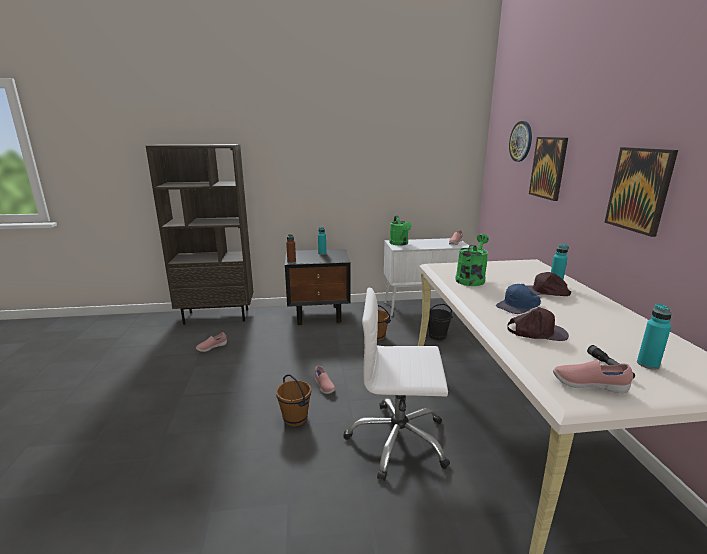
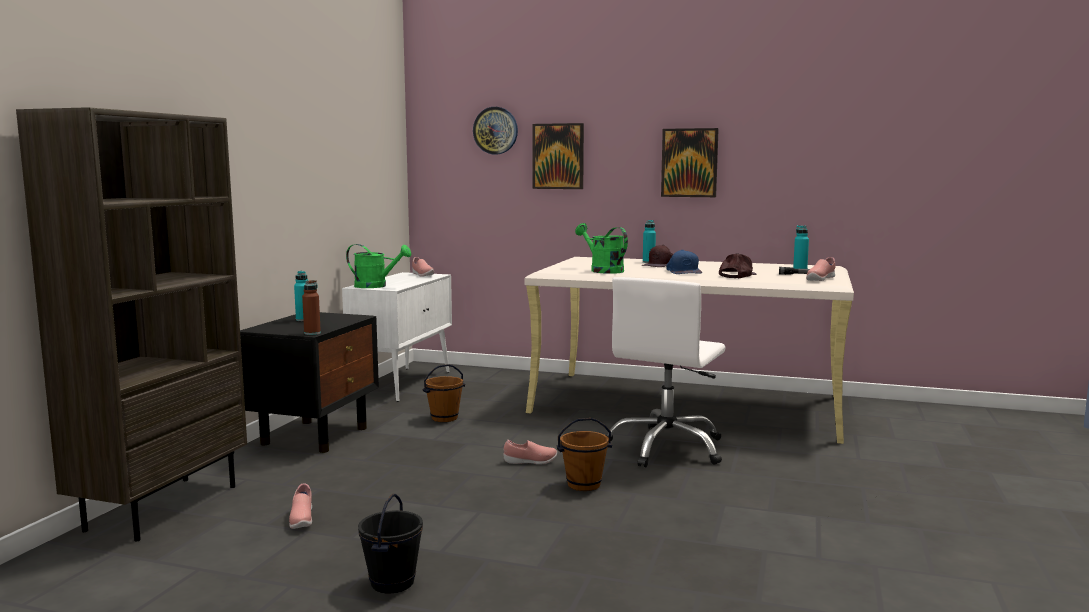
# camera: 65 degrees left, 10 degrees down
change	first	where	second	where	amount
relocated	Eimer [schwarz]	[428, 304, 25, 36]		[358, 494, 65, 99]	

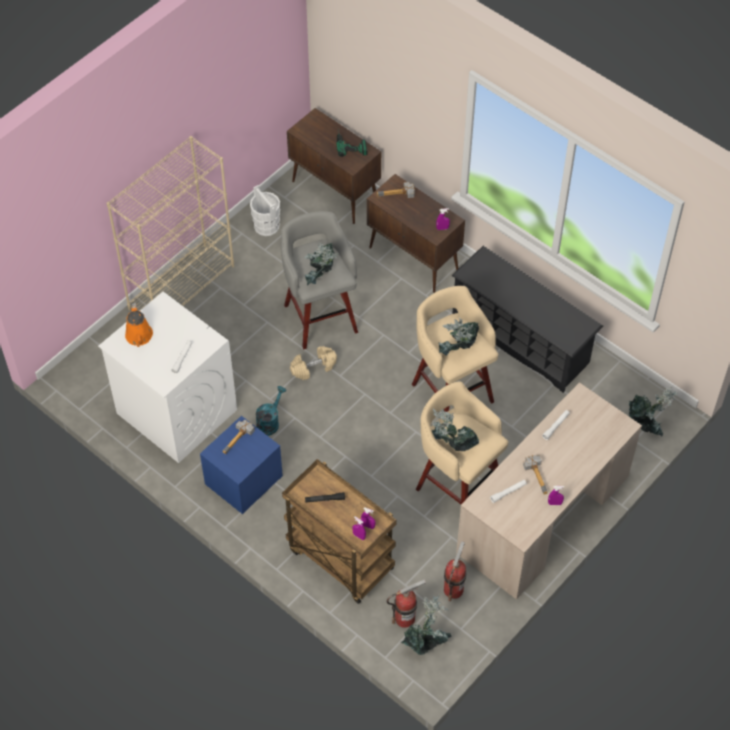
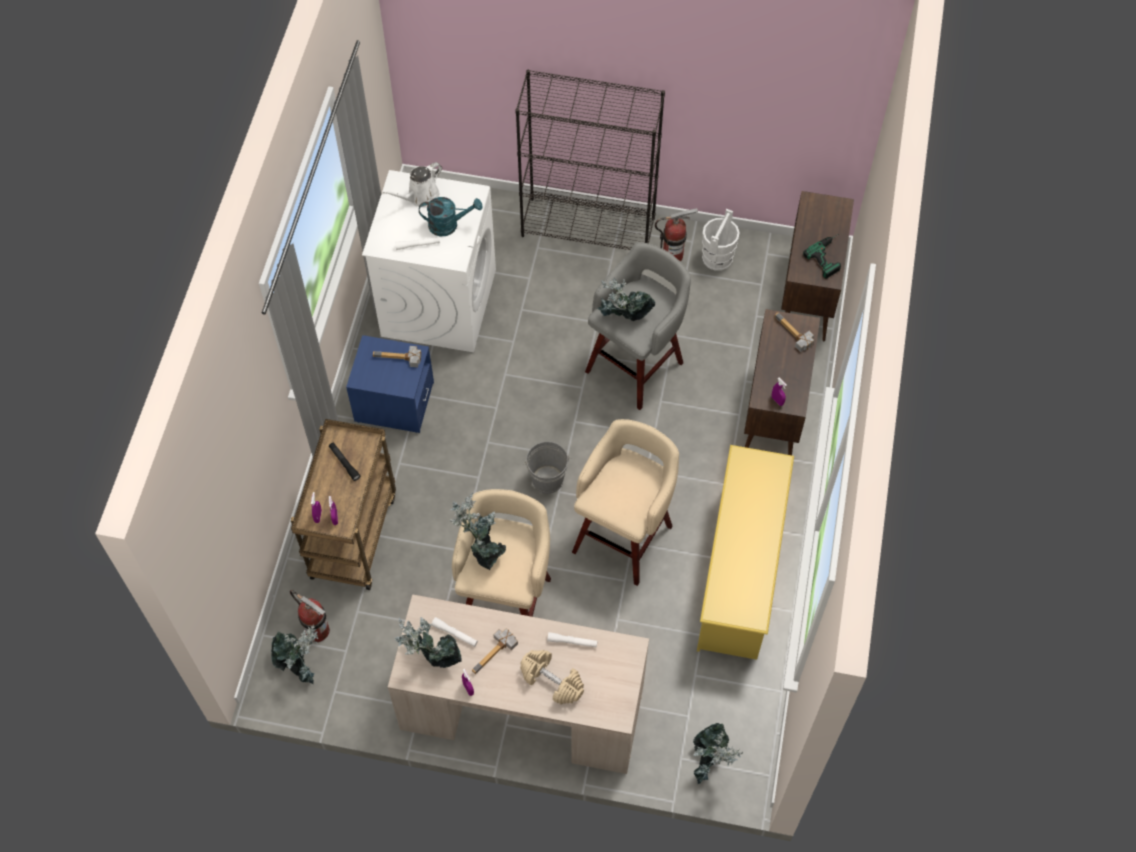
# camera: 60 degrees right, 5 degrees up
change	first	where	second	where	amount
appeared			Eimer [grau]	[524, 441, 47, 53]	
relocated	Gießkanne [türkis]	[256, 386, 31, 50]		[419, 197, 64, 39]	
relocated	Hantel [beige]	[290, 346, 47, 34]		[520, 650, 64, 54]	
relocated	Topfpflanze	[439, 317, 40, 39]		[395, 617, 67, 51]	
relocated	Feuerlöscher	[444, 541, 22, 60]		[655, 208, 43, 54]	
colour	Bücherregal [beige]	[107, 136, 127, 175]	Bücherregal [schwarz]	[515, 70, 150, 180]	
colour	Gießkanne [orange]	[125, 303, 28, 44]	Gießkanne [weiß]	[382, 162, 60, 45]	
colour	Schuhregal [schwarz]	[451, 246, 152, 147]	Schuhregal [gelb]	[697, 445, 97, 215]	

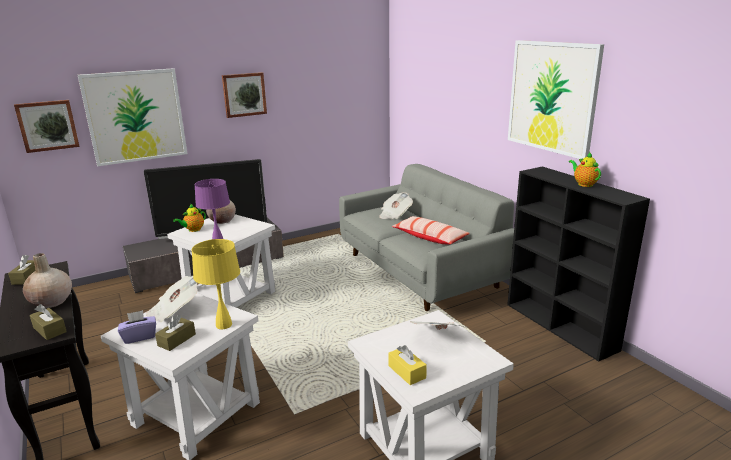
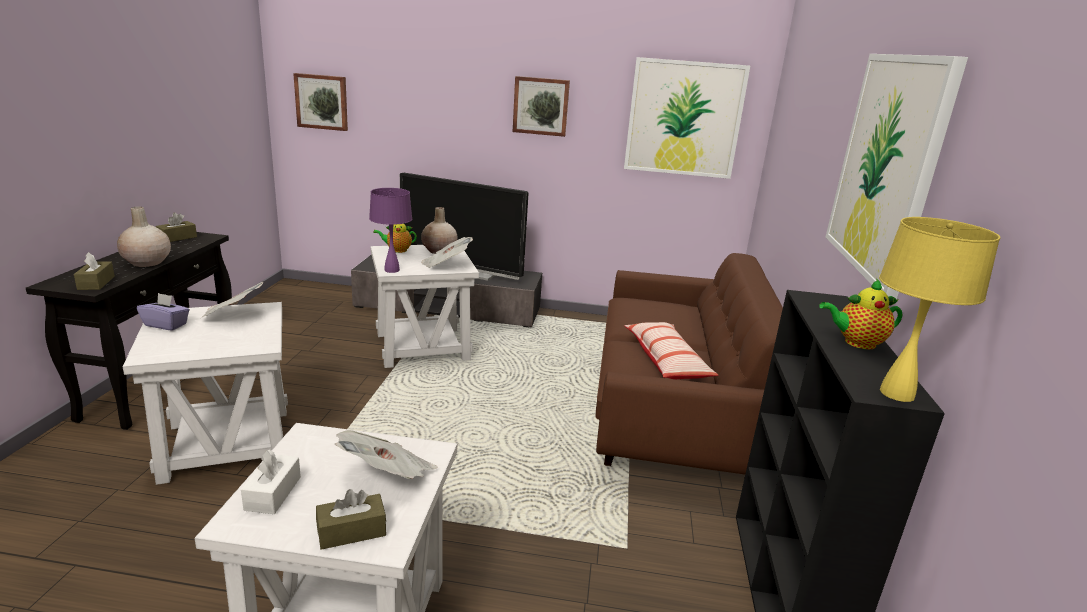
# camera: 35 degrees right, 0 degrees up
change	first	where	second	where	amount
relocated	Bild	[78, 68, 109, 98]		[624, 57, 126, 122]	
relocated	Taschentuchbox [braun]	[155, 315, 41, 36]		[316, 489, 70, 61]	
relocated	Tischlampe [gelb]	[191, 239, 49, 90]		[879, 217, 121, 185]	
relocated	Zeitung	[379, 192, 34, 27]		[421, 237, 52, 31]	
colour	Sofa [grau]	[339, 164, 175, 147]	Sofa [braun]	[596, 253, 187, 221]	
colour	Taschentuchbox [gelb]	[388, 345, 39, 40]	Taschentuchbox [weiß]	[241, 450, 60, 64]	
spun	Teekanne	[569, 152, 32, 35]		[819, 279, 83, 70]	105 degrees counterclockwise

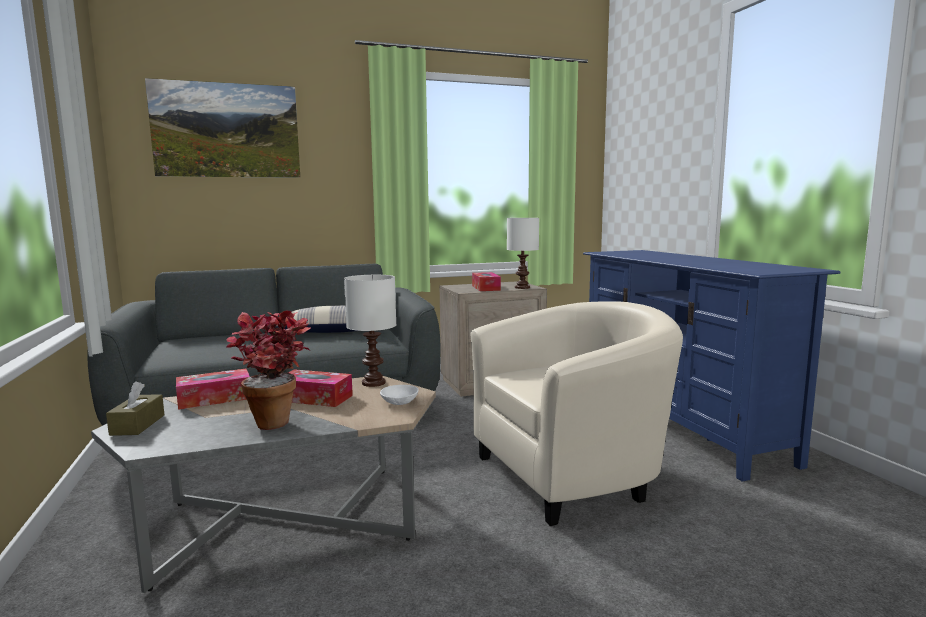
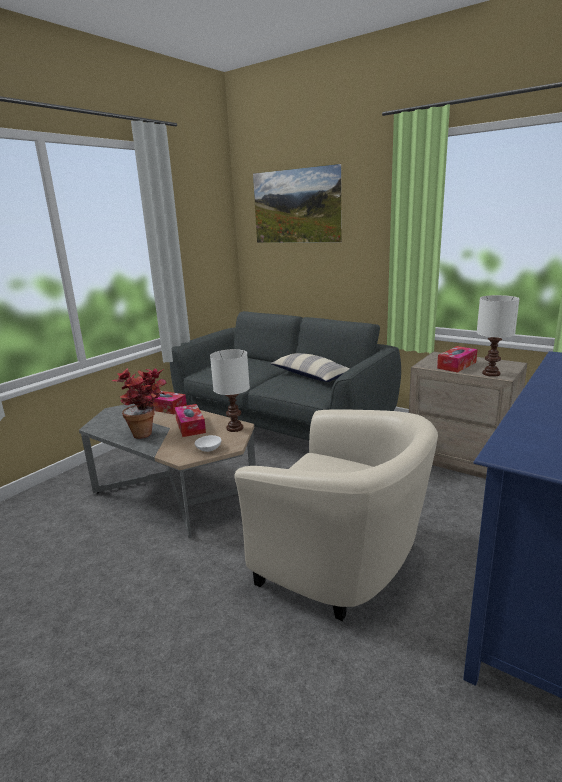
# camera: 55 degrees right, 10 degrees up
change	first	where	second	where	amount
missing	Taschentuchbox [braun]	[106, 381, 59, 55]			

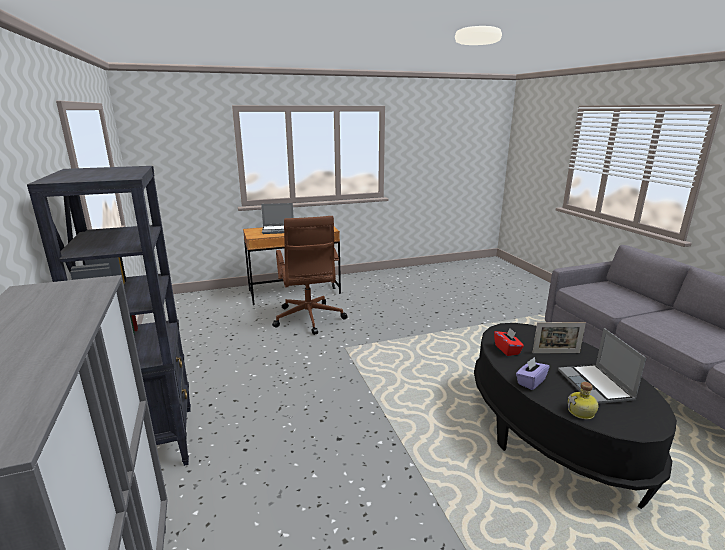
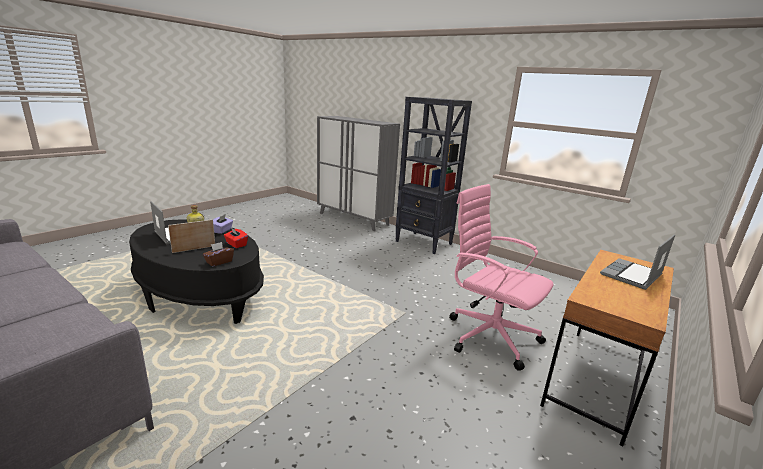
# camera: 145 degrees right, 0 degrees up
change	first	where	second	where	amount
appeared			Taschentuchbox [braun]	[203, 242, 31, 25]	
colour	Bürostuhl [braun]	[272, 216, 75, 119]	Bürostuhl [rosa]	[449, 184, 105, 187]	

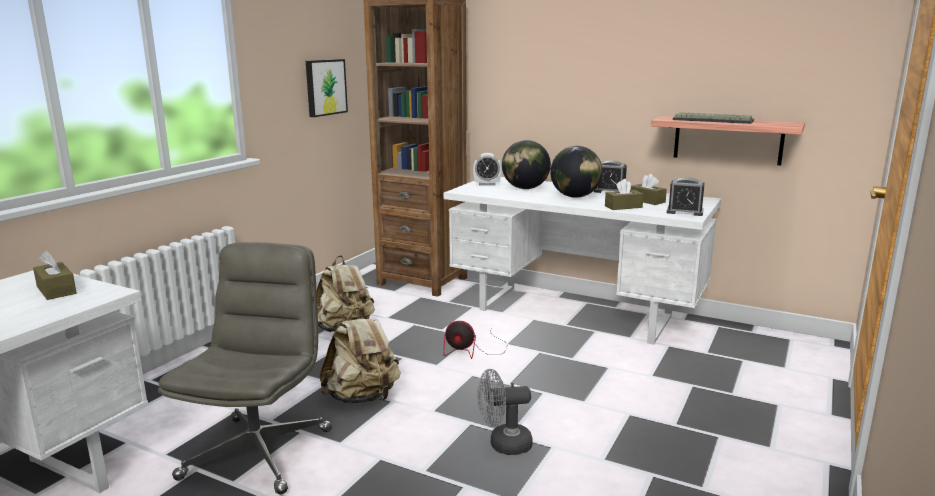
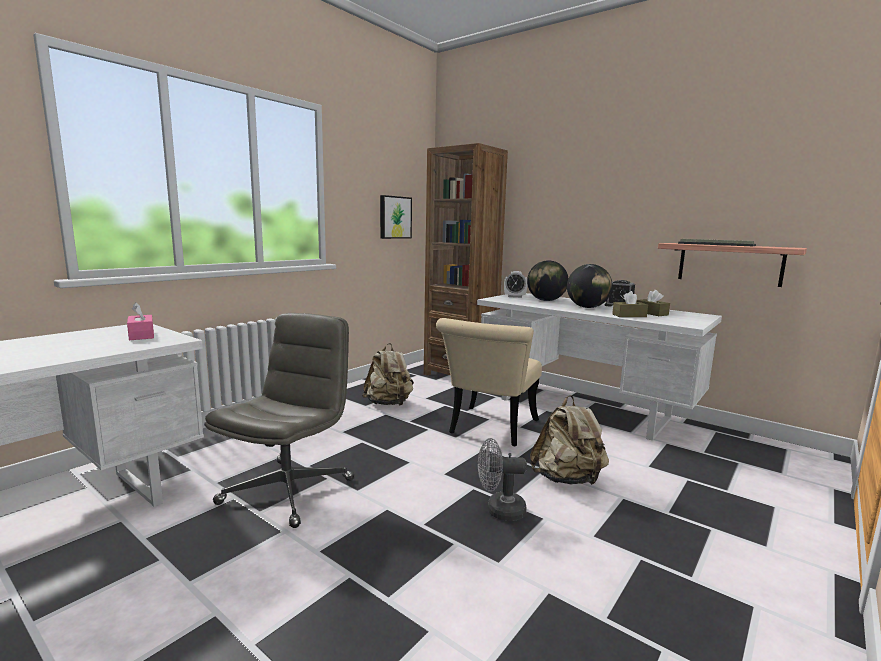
# camera: 10 degrees right, 5 degrees down
change	first	where	second	where	amount
missing	Wecker	[667, 177, 38, 39]			
relocated	Rucksack [beige]	[320, 307, 81, 96]		[530, 395, 79, 90]	
exchanged	Ventilator	[443, 321, 65, 38]	Stuhl [beige]	[436, 318, 106, 128]	
colour	Taschentuchbox [braun]	[33, 251, 44, 49]	Taschentuchbox [rosa]	[127, 302, 27, 38]	

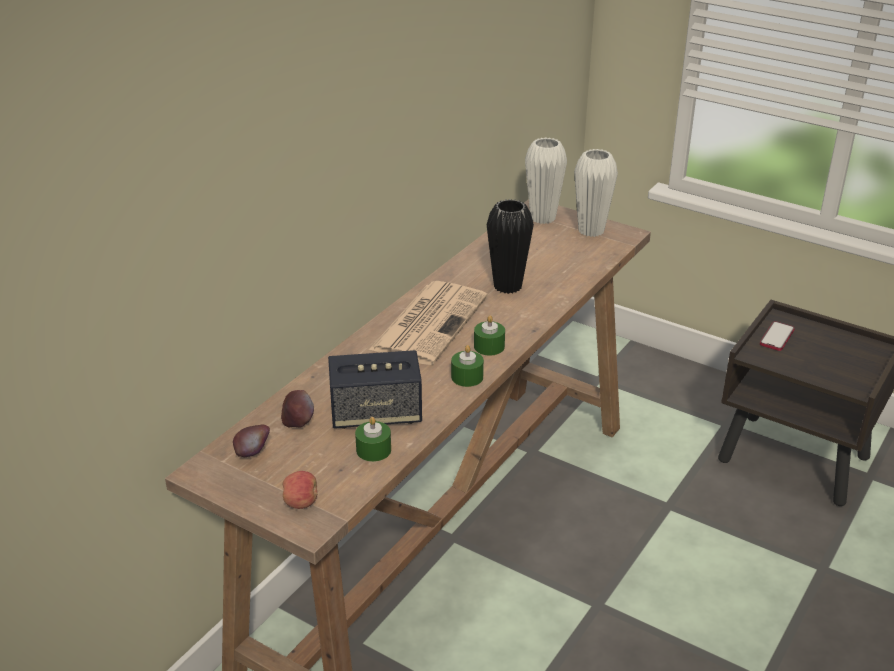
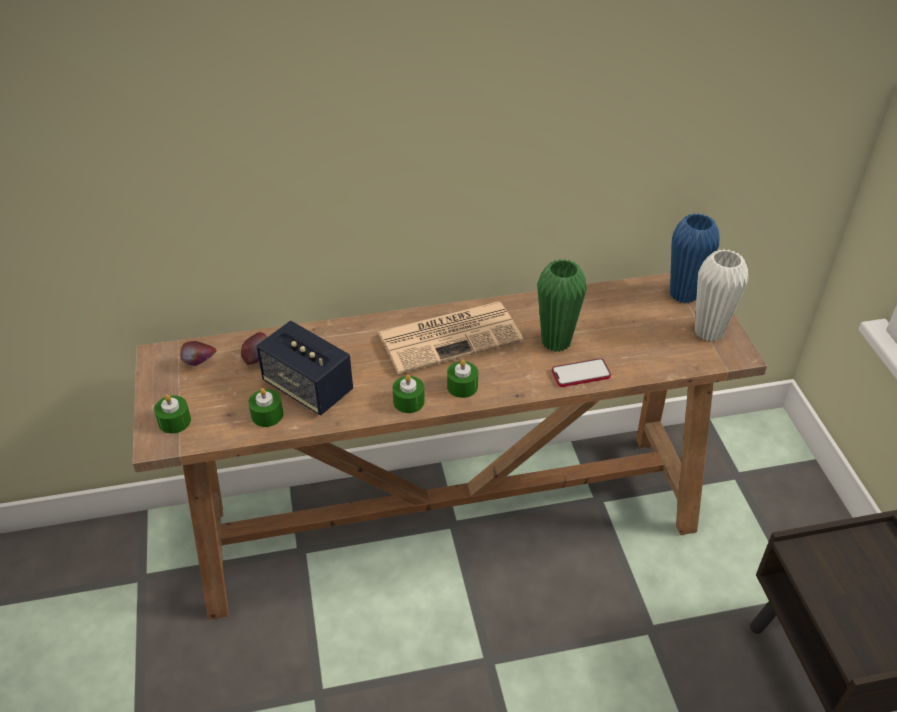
# camera: 45 degrees right, 10 degrees up
change	first	where	second	where	amount
relocated	Handy	[760, 321, 35, 30]		[552, 358, 59, 29]	
exchanged	Apfel	[283, 471, 35, 38]	Kerze [grün]	[154, 394, 37, 40]	
colour	Vase [schwarz]	[487, 199, 47, 95]	Vase [grün]	[537, 259, 50, 93]	
colour	Vase [weiß]	[525, 137, 42, 87]	Vase [blau]	[670, 213, 50, 90]	

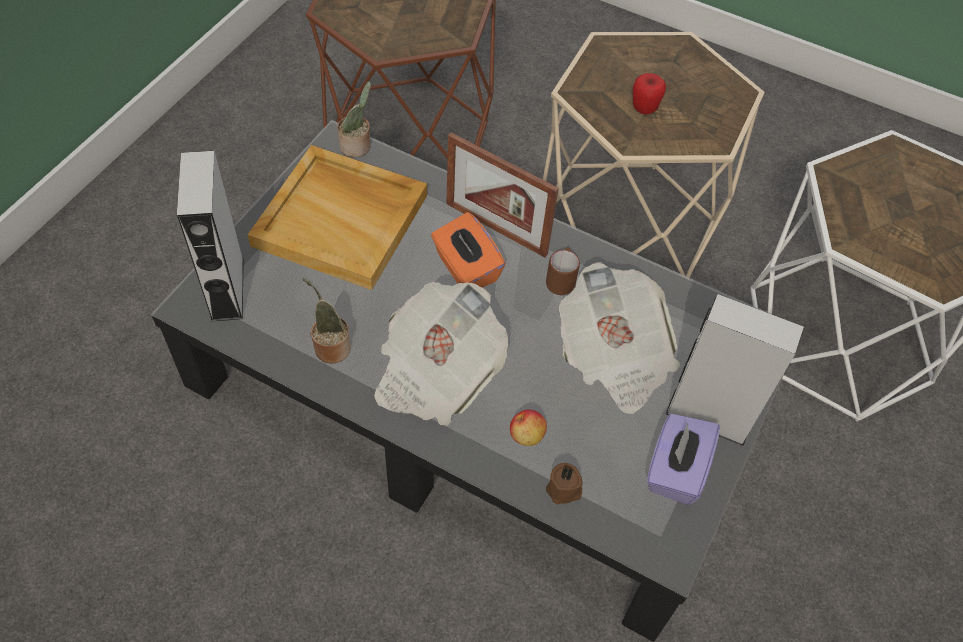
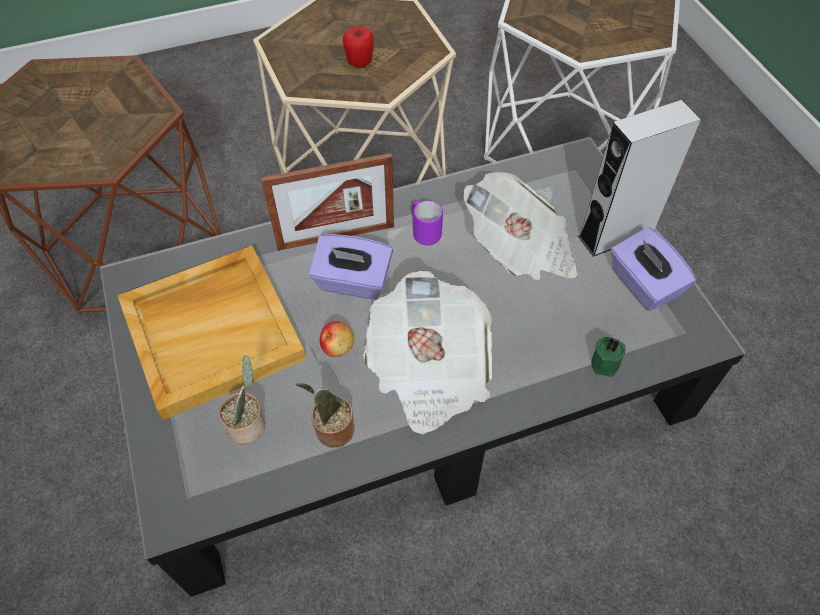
# camera: 45 degrees left, 0 degrees up
change	first	where	second	where	amount
missing	Lautsprecher [grau]	[177, 151, 67, 171]			
relocated	Topfpflanze	[337, 81, 34, 77]		[219, 356, 46, 88]	
relocated	Apfel	[510, 410, 37, 36]		[320, 321, 34, 36]	
colour	Taschentuchbox [orange]	[431, 212, 74, 75]	Taschentuchbox [lila]	[309, 234, 84, 65]	
colour	Henkelbecher [braun]	[546, 248, 34, 47]	Henkelbecher [lila]	[411, 201, 32, 44]	
colour	Kerze [braun]	[546, 463, 37, 41]	Kerze [grün]	[591, 337, 35, 40]	

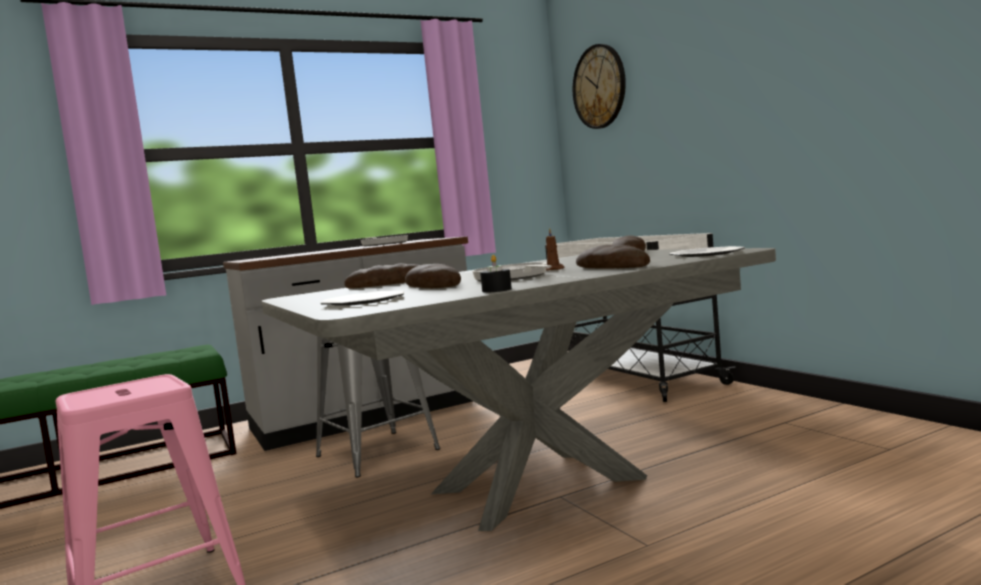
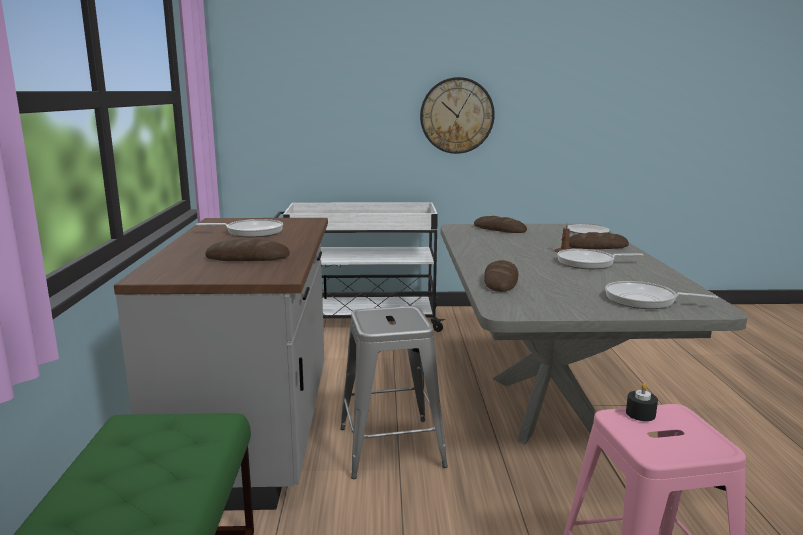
# camera: 65 degrees left, 10 degrees up
change	first	where	second	where	amount
relocated	Brot	[405, 264, 56, 24]		[205, 239, 85, 22]	
relocated	Kerze [schwarz]	[480, 255, 32, 38]		[626, 383, 32, 38]	
relocated	Wanduhr	[572, 44, 54, 85]		[420, 77, 75, 77]	
exchanged	Teller	[320, 290, 84, 16]	Pfanne	[605, 281, 113, 28]	

